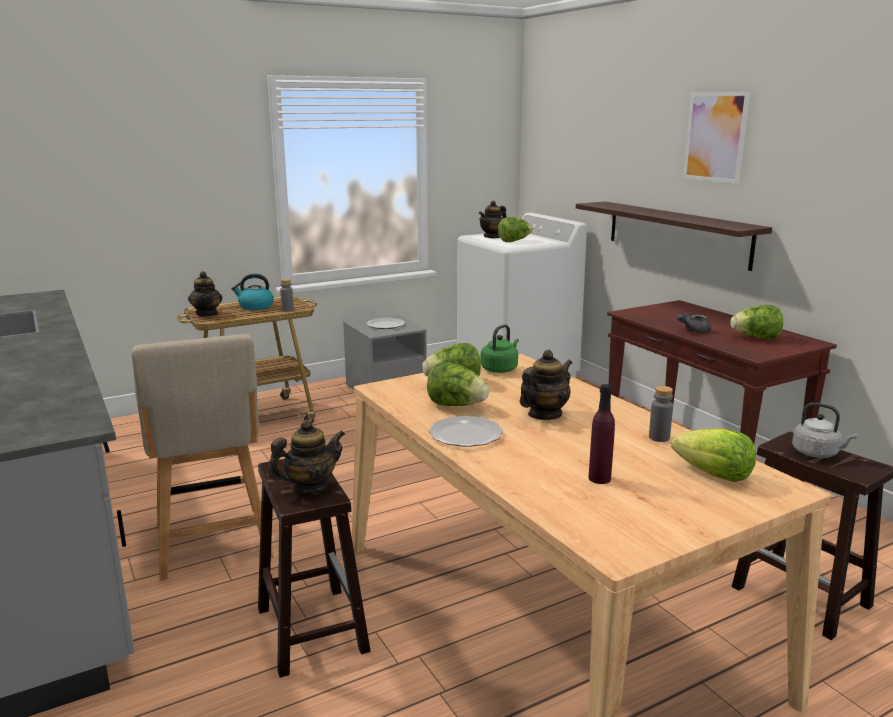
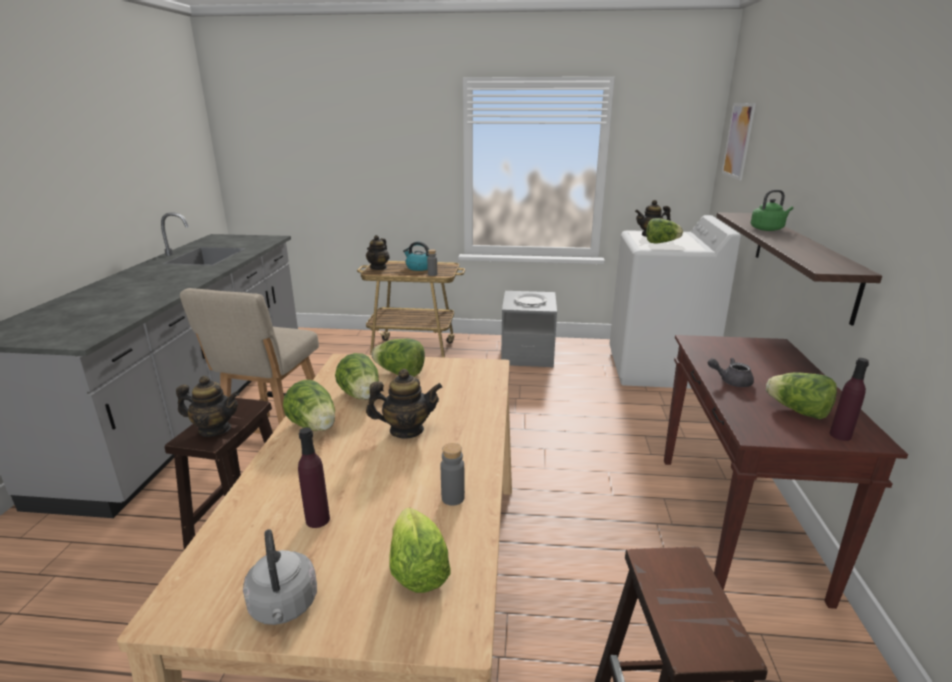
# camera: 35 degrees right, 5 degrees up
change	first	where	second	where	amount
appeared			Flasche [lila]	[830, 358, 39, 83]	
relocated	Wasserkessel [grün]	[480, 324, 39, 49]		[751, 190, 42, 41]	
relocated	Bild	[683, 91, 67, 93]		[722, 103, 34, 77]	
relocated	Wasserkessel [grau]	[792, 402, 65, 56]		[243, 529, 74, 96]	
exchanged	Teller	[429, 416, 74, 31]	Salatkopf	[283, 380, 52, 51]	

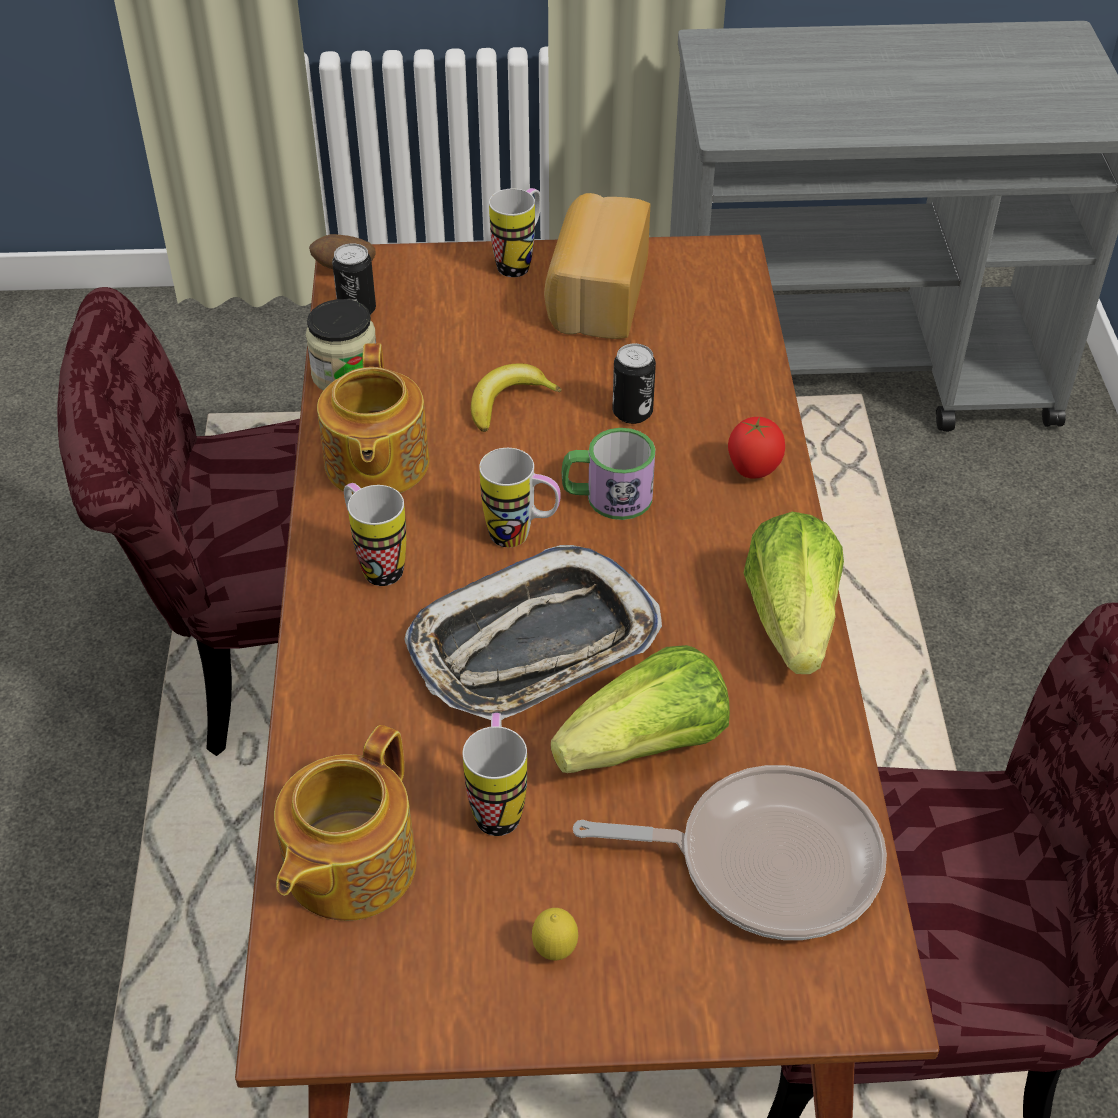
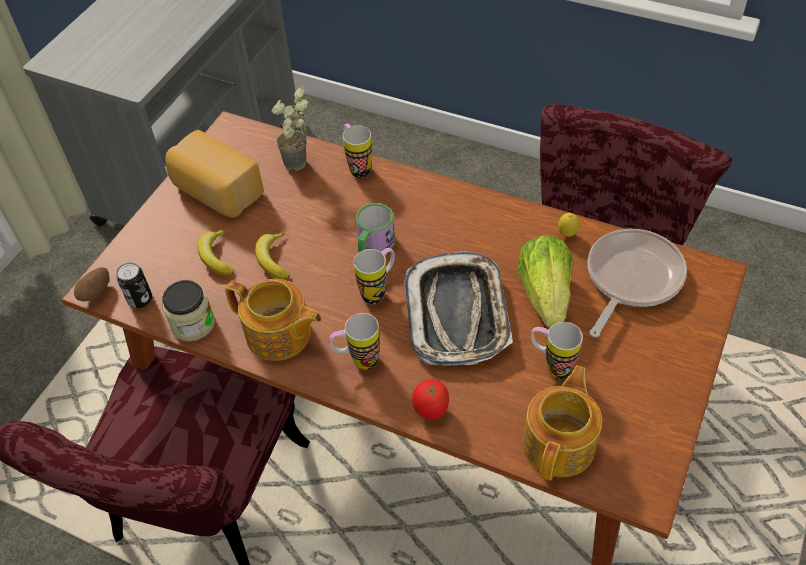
# camera: 60 degrees left, 5 degrees up
change	first	where	second	where	amount
missing	Dose	[612, 343, 44, 81]			
missing	Salatkopf	[744, 512, 100, 162]			
appeared			Banane	[198, 229, 36, 46]	
appeared			Topfpflanze	[271, 86, 37, 85]	
relocated	Henkelbecher	[489, 188, 52, 89]		[343, 124, 29, 54]	
relocated	Zitrone	[532, 908, 46, 53]		[558, 213, 21, 24]	
relocated	Tomate	[728, 417, 57, 61]		[412, 379, 37, 40]	
spun	Teekanne	[274, 725, 142, 196]		[523, 365, 79, 116]	120 degrees counterclockwise

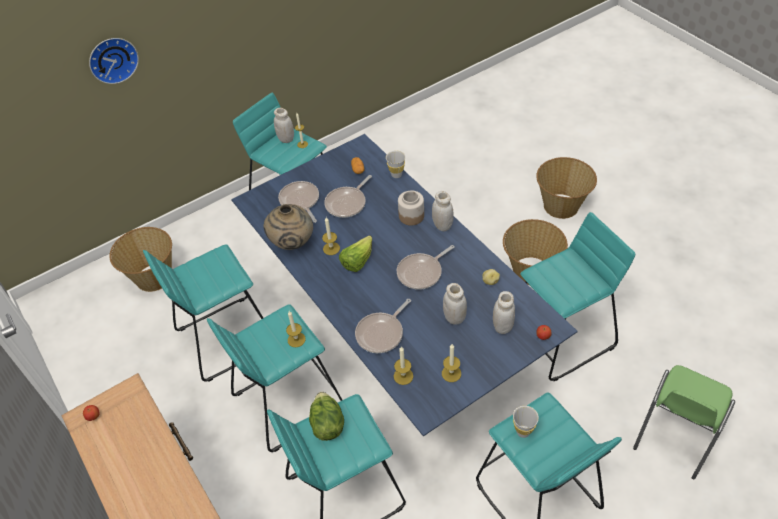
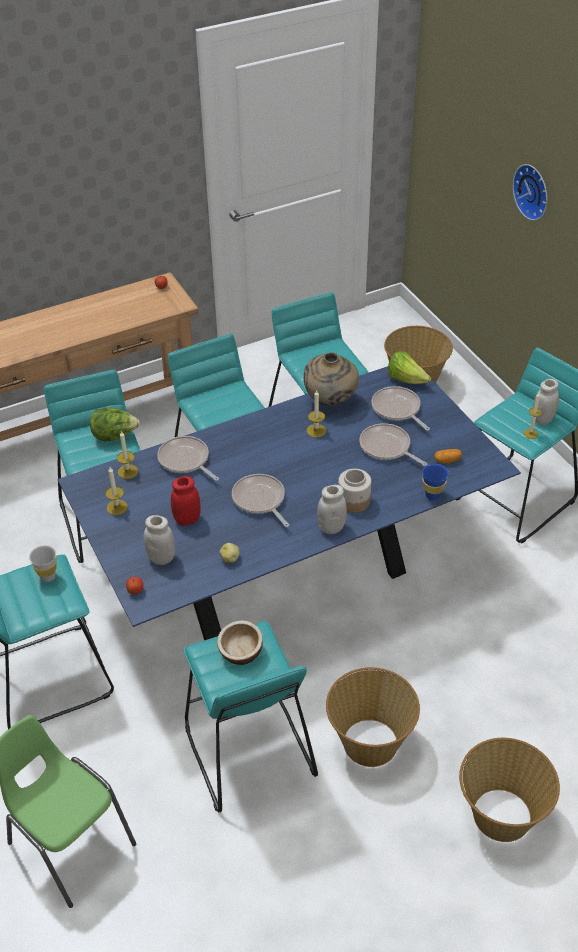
# camera: 95 degrees right, 5 degrees down
change	first	where	second	where	amount
missing	Kerze	[286, 311, 20, 36]			
appeared			Schüssel	[217, 621, 46, 44]	
relocated	Salatkopf	[339, 235, 33, 37]		[388, 351, 43, 33]	
colour	Tasse [weiß]	[386, 150, 19, 28]	Tasse [blau]	[422, 464, 27, 36]	
colour	Vorratsglas [weiß]	[443, 283, 24, 42]	Vorratsglas [rot]	[171, 476, 30, 49]	
spun	Pfanne	[278, 181, 41, 42]		[371, 386, 59, 45]	105 degrees counterclockwise

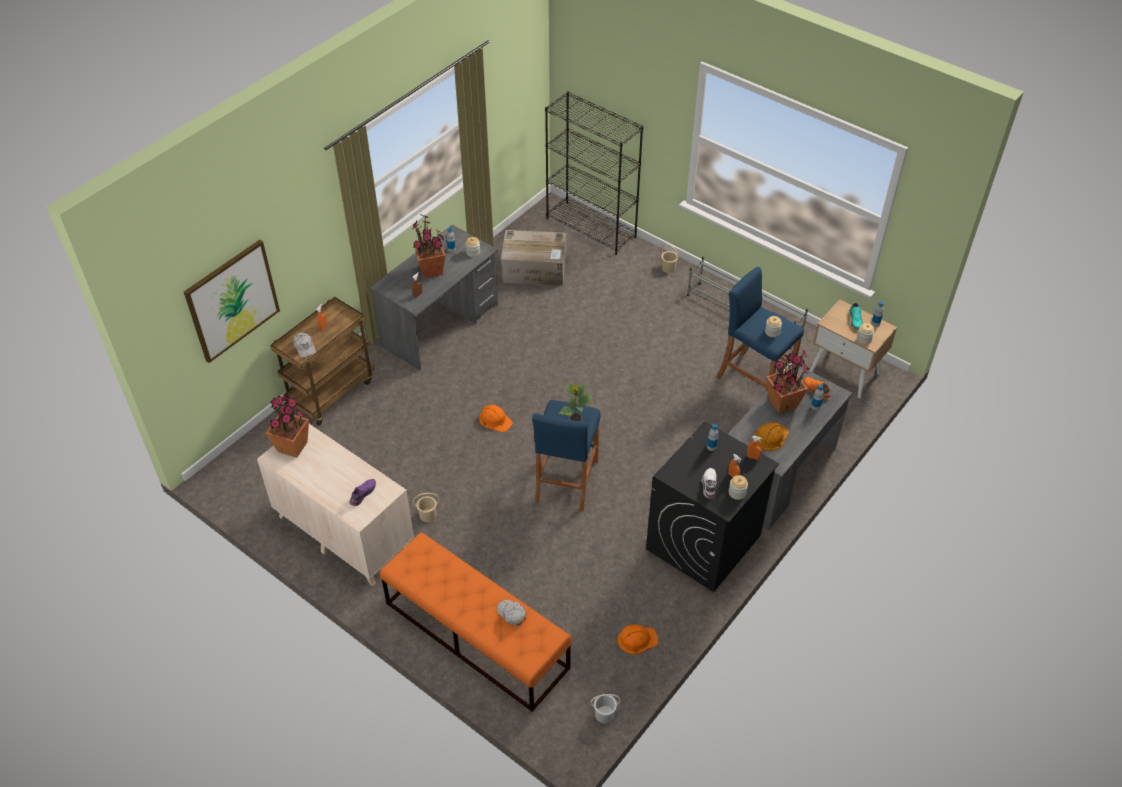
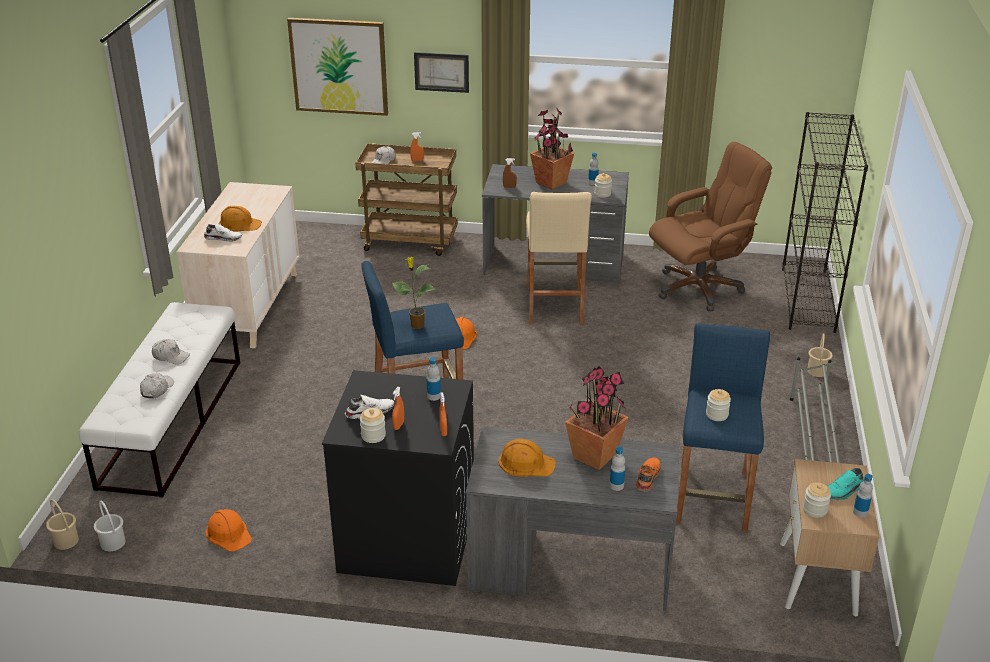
# camera: 60 degrees right, 15 degrees down
change	first	where	second	where	amount
missing	Topfpflanze	[265, 395, 44, 63]			
appeared			Kappe [weiß]	[152, 339, 38, 26]	
appeared			Schutzhelm [orange]	[219, 206, 43, 26]	
appeared			Bild	[414, 52, 55, 41]	
appeared			Hocker [beige]	[526, 192, 66, 133]	
relocated	Eimer [beige]	[413, 493, 26, 29]		[46, 499, 33, 51]	
exchanged	Karton	[501, 230, 65, 56]	Bürostuhl [braun]	[649, 142, 123, 169]	
colour	Schuh [lila]	[350, 479, 26, 27]	Schuh [weiß]	[204, 223, 38, 19]	
colour	Bank [orange]	[380, 532, 192, 180]	Bank [weiß]	[79, 302, 161, 195]	

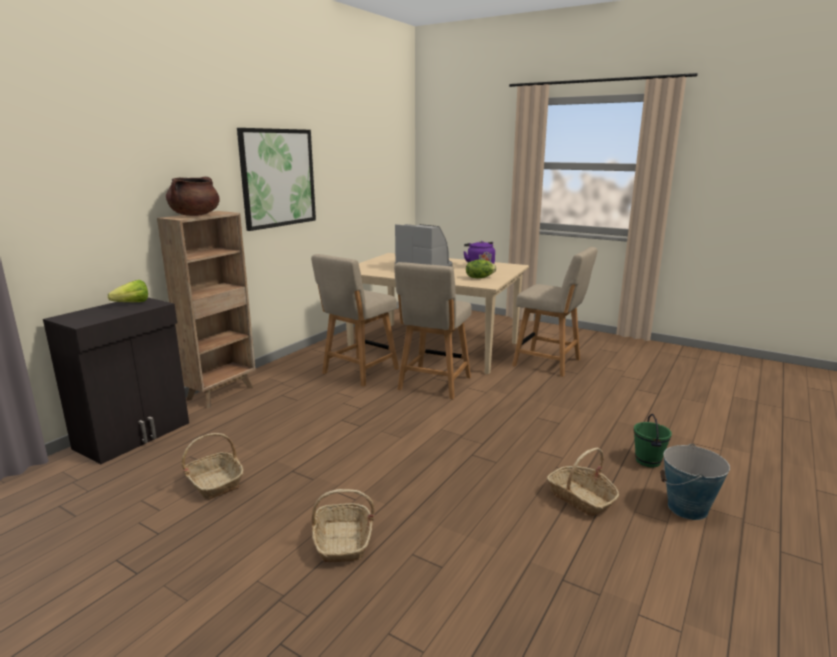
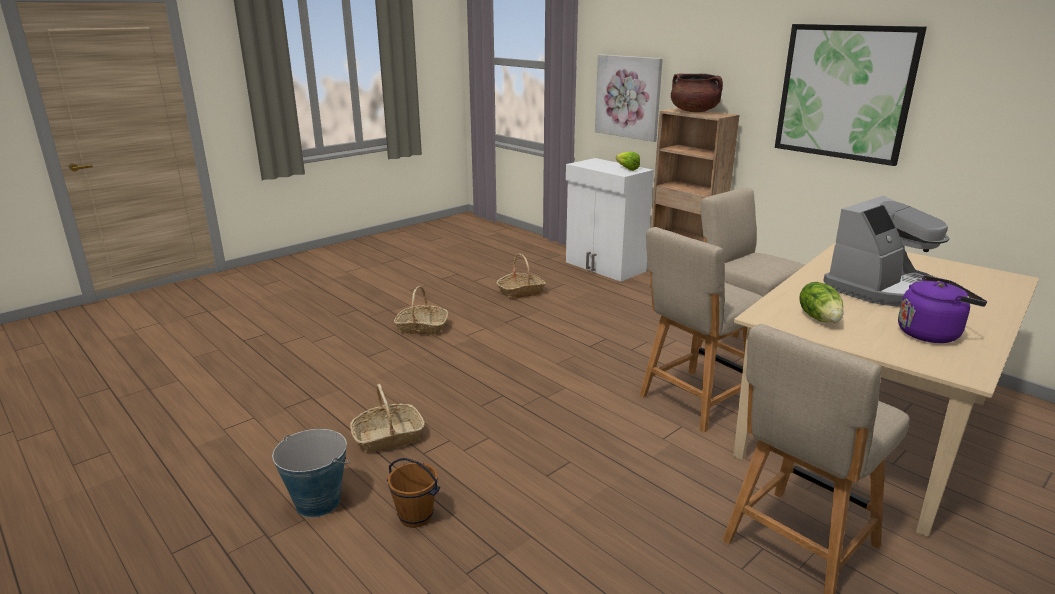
# camera: 105 degrees right, 5 degrees up
change	first	where	second	where	amount
appeared			Bild	[595, 55, 68, 87]	
colour	Schrank [schwarz]	[43, 298, 146, 166]	Schrank [weiß]	[566, 158, 88, 124]	
colour	Eimer [grün]	[633, 414, 39, 53]	Eimer [braun]	[387, 458, 53, 70]	
spun	Stuhl [beige]	[394, 262, 78, 137]		[639, 227, 124, 205]	75 degrees counterclockwise

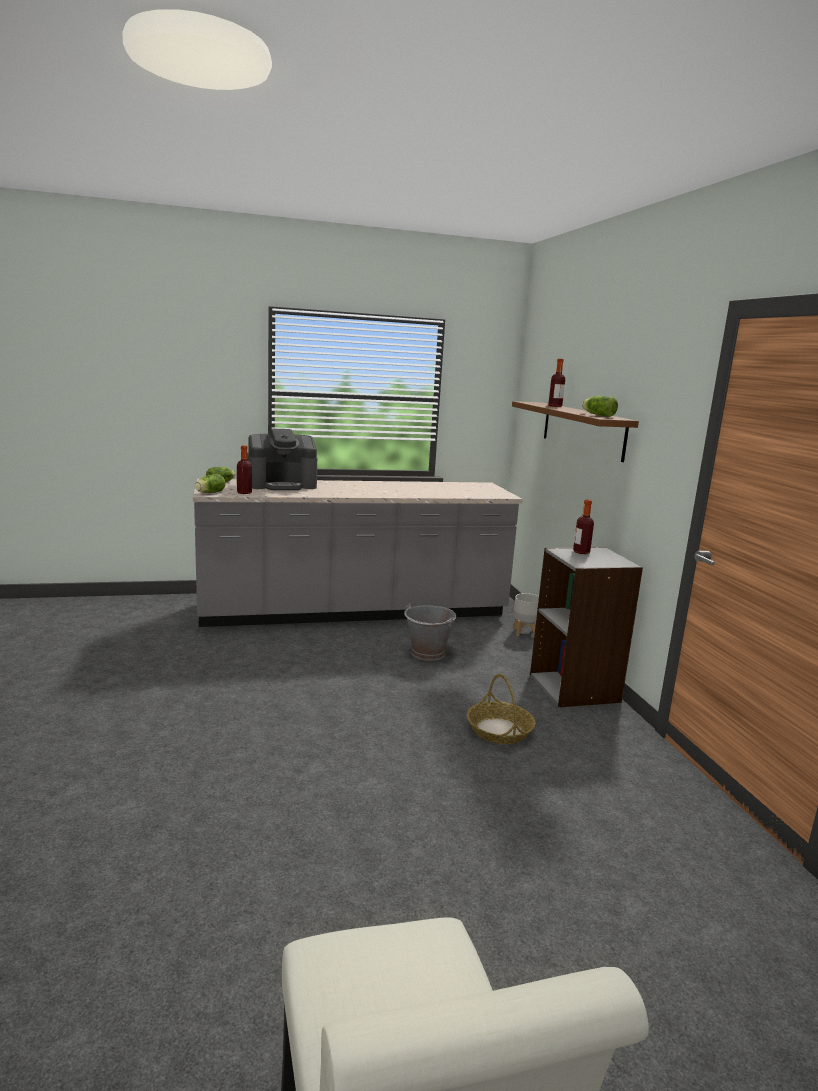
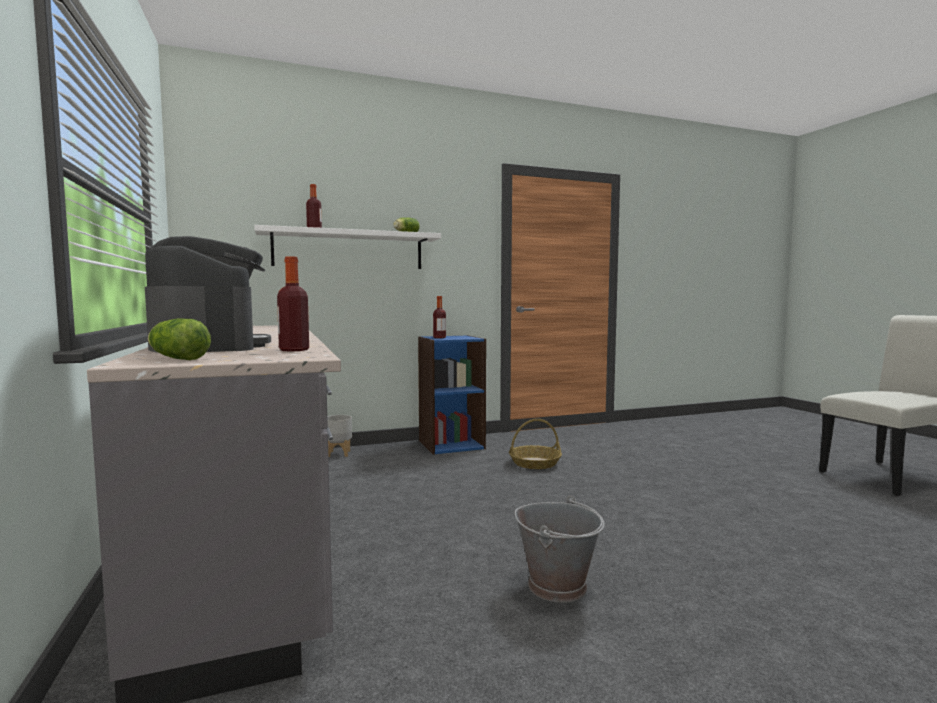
# camera: 95 degrees left, 10 degrees down
change	first	where	second	where	amount
missing	Salatkopf	[195, 474, 30, 19]			
relocated	Eimer [grau]	[404, 603, 52, 58]		[515, 495, 90, 108]	
colour	Wandregal [braun]	[512, 401, 127, 61]	Wandregal [weiß]	[254, 225, 187, 44]	
colour	Bücherregal [grau]	[530, 547, 113, 160]	Bücherregal [blau]	[418, 335, 68, 120]	

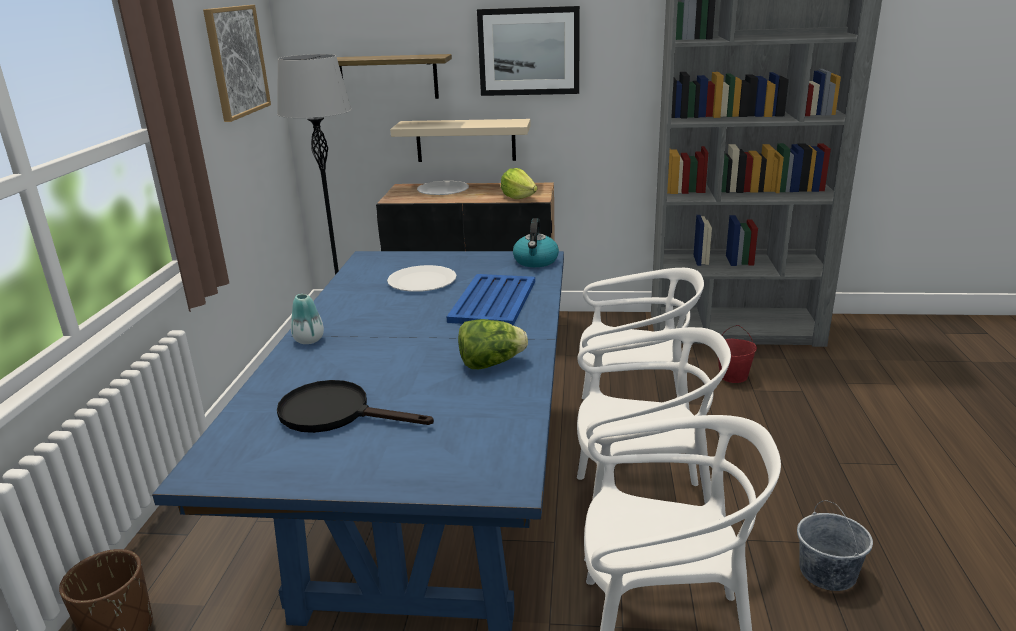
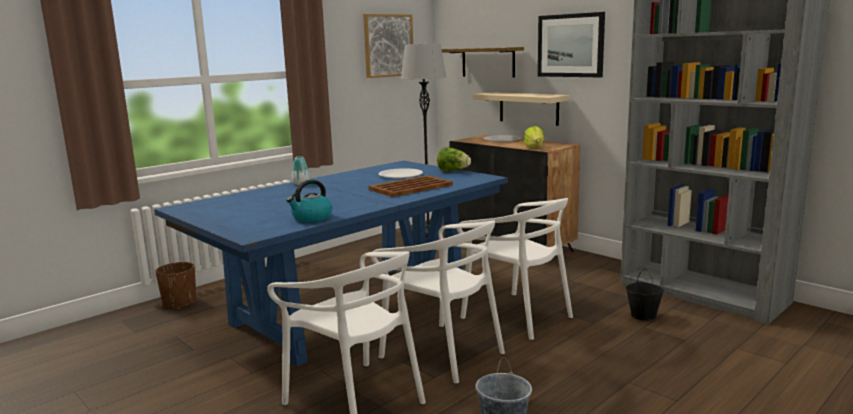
# camera: 40 degrees right, 10 degrees down
change	first	where	second	where	amount
missing	Pfanne [schwarz]	[277, 380, 157, 53]			
relocated	Salatkopf	[458, 319, 70, 50]		[437, 147, 34, 25]	
relocated	Wasserkessel	[513, 218, 46, 49]		[286, 179, 46, 43]	
colour	Tablett [blau]	[447, 274, 88, 52]	Tablett [braun]	[369, 175, 84, 22]	
colour	Eimer [rot]	[718, 325, 39, 58]	Eimer [schwarz]	[626, 269, 38, 52]	

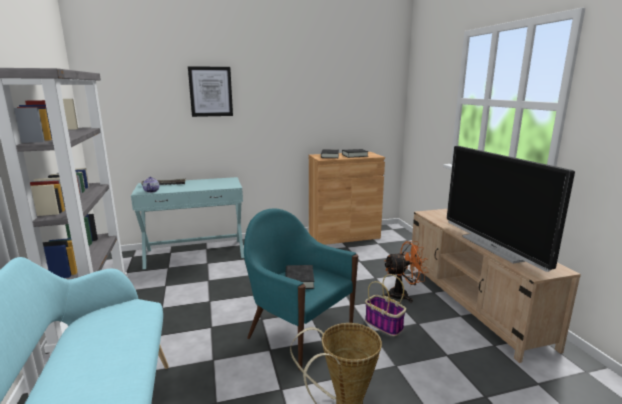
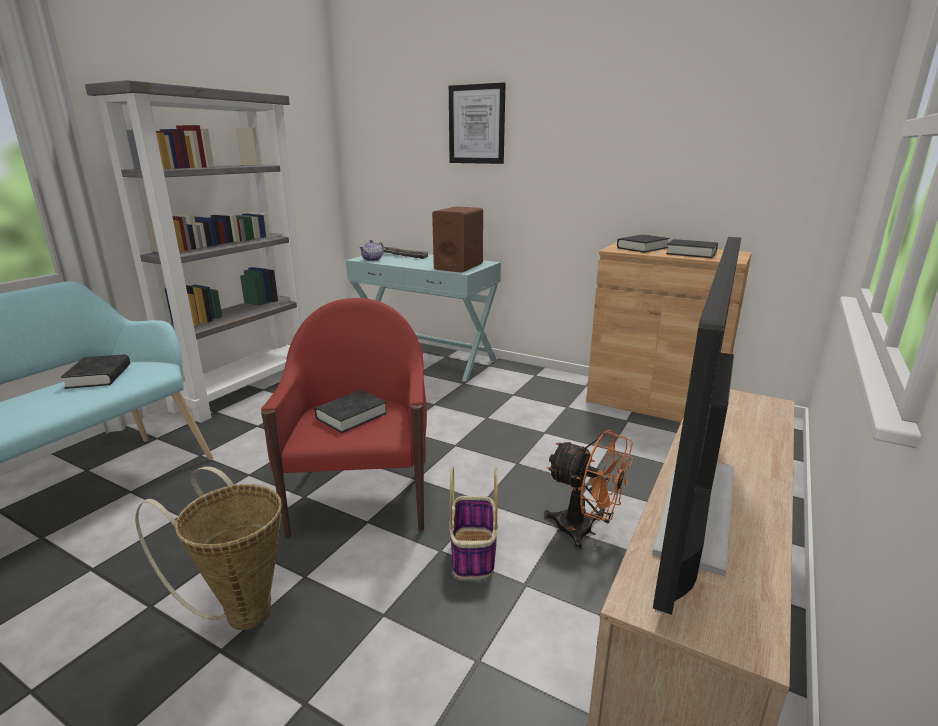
# camera: 45 degrees right, 5 degrees up
change	first	where	second	where	amount
appeared			Buch [schwarz]	[61, 354, 69, 35]	
appeared			Lautsprecher [braun]	[432, 206, 51, 67]	
colour	Sessel [türkis]	[244, 208, 114, 162]	Sessel [rot]	[261, 298, 166, 240]	

